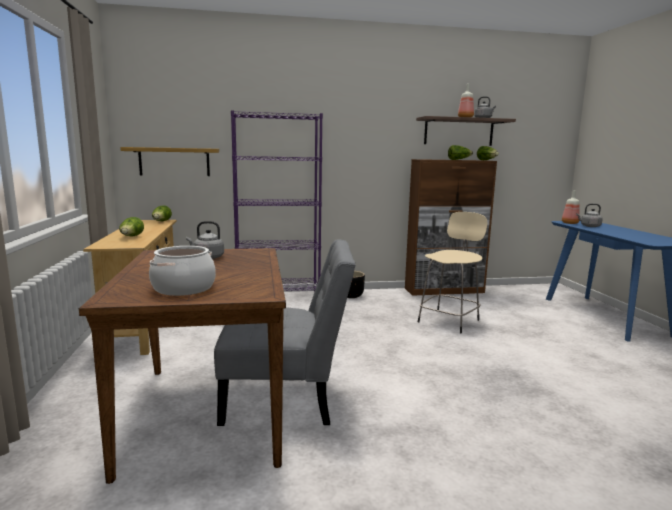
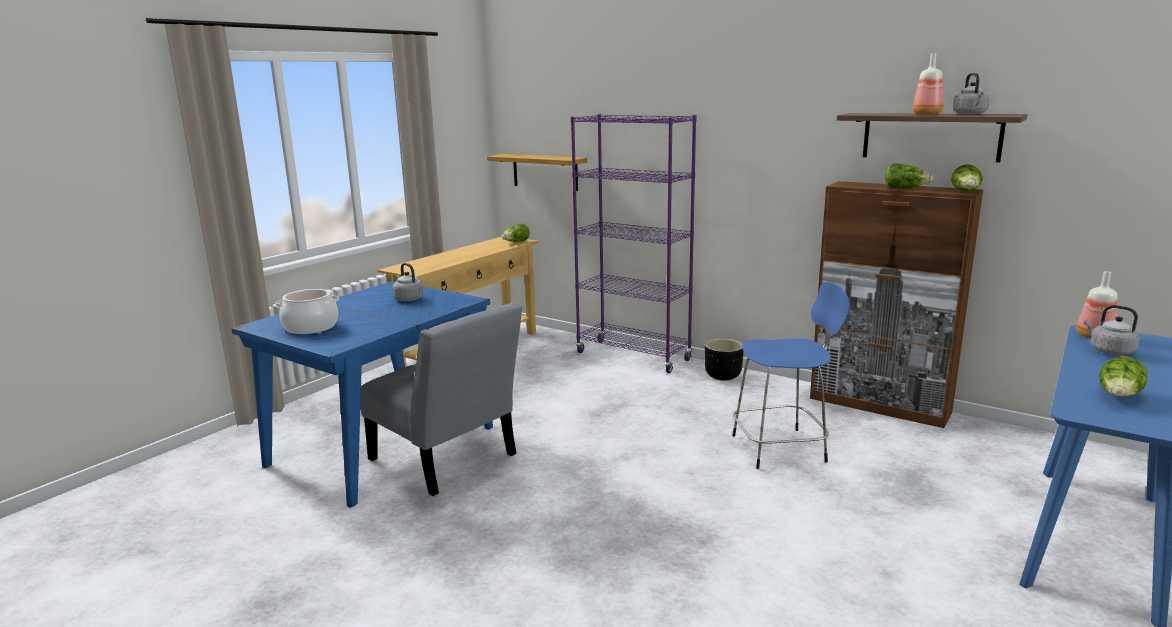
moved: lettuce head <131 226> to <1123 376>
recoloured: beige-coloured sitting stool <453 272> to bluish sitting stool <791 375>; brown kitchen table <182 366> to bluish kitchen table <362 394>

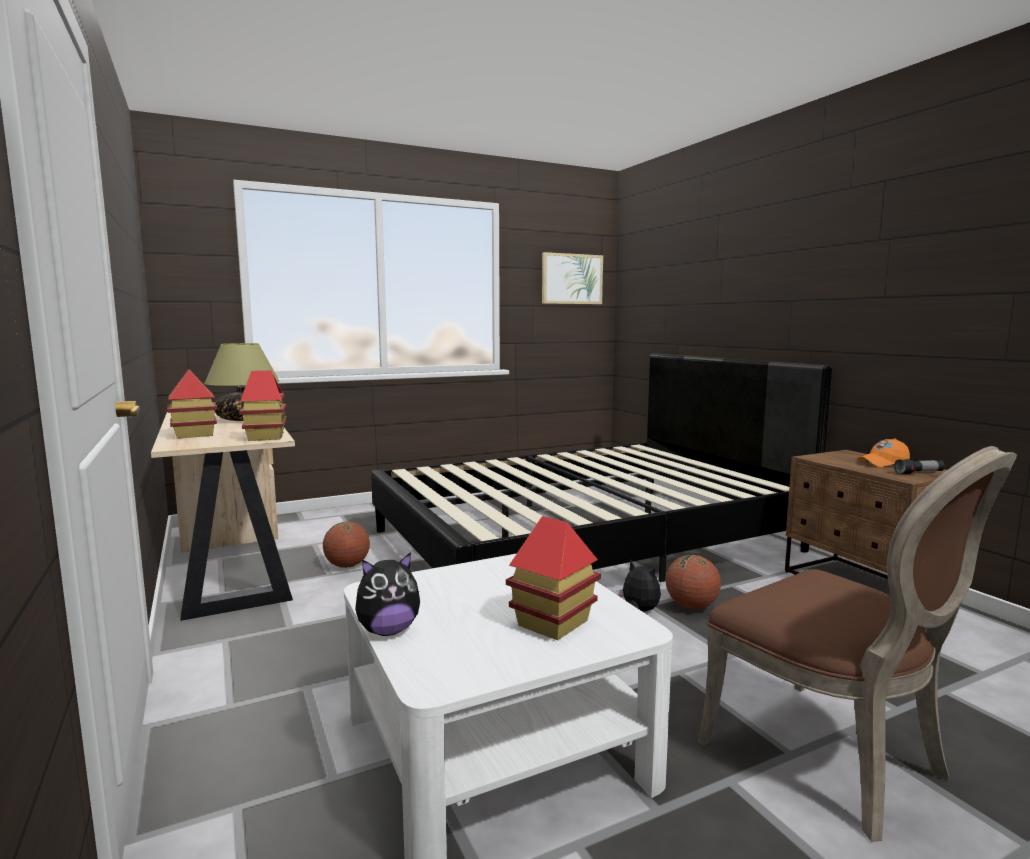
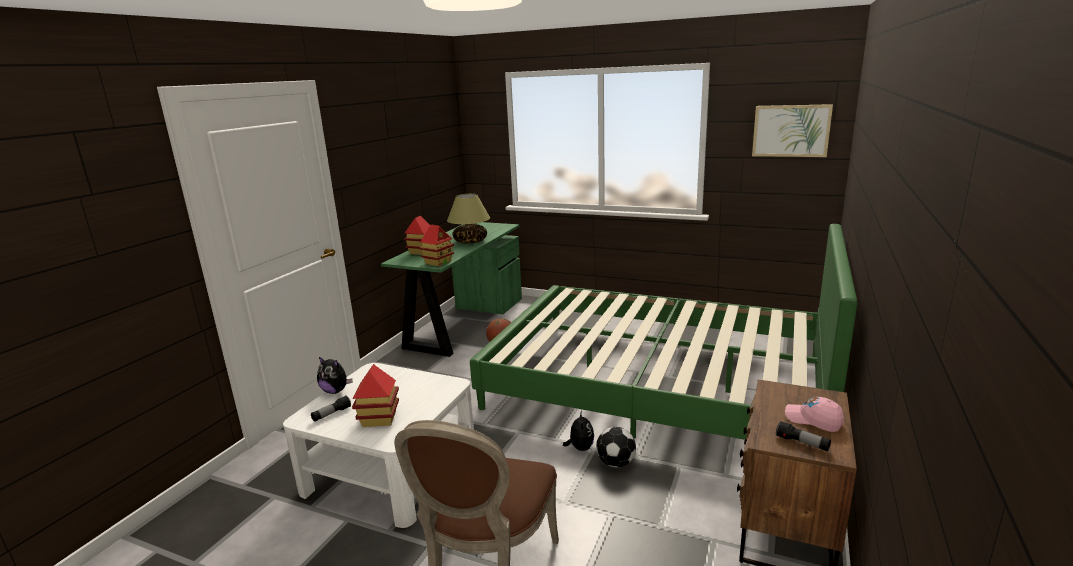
added: hand torch <331 409>
replaced: ball for basketball <693 582> to ball for football <616 447>
recoloured: black bedroom bed <601 467> to green-coloured bedroom bed <663 332>; beige-coloured desk unit <223 516> to green-coloured desk unit <451 289>; orange cap <883 452> to pink-coloured cap <814 414>

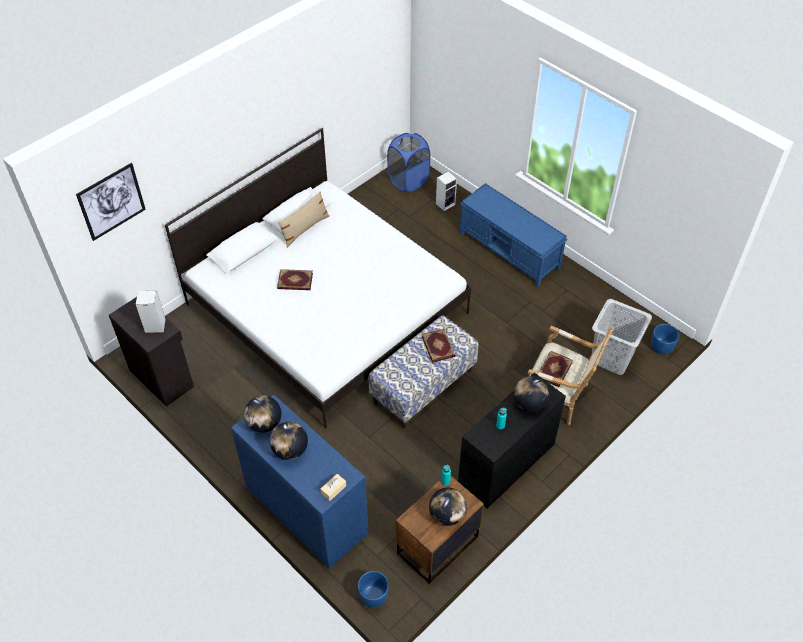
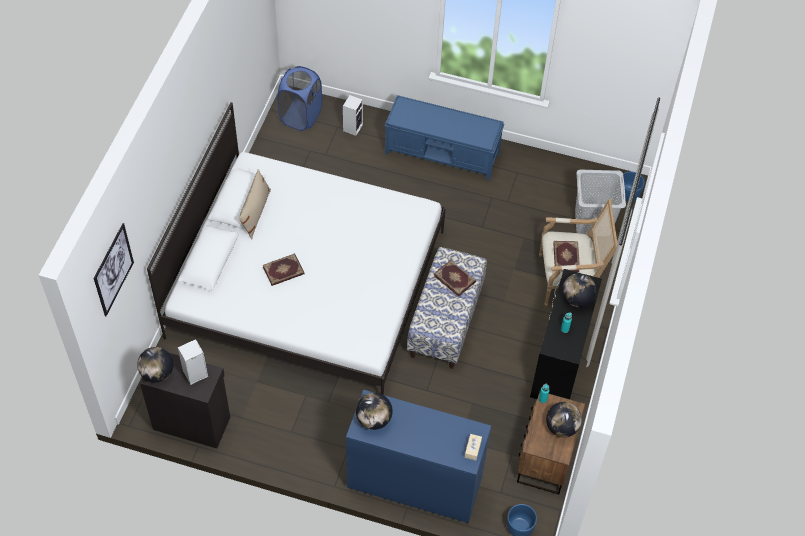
moved: globe <289 441> to <155 365>

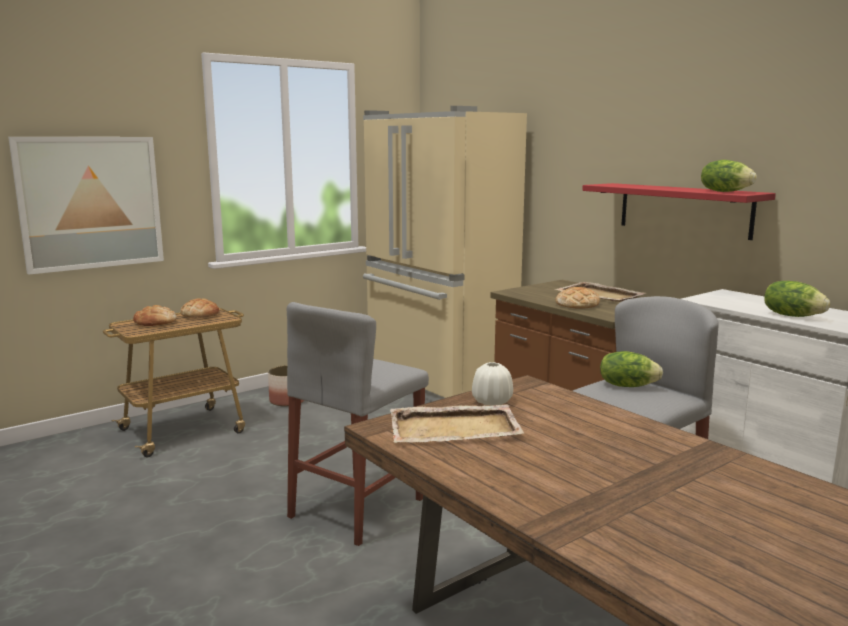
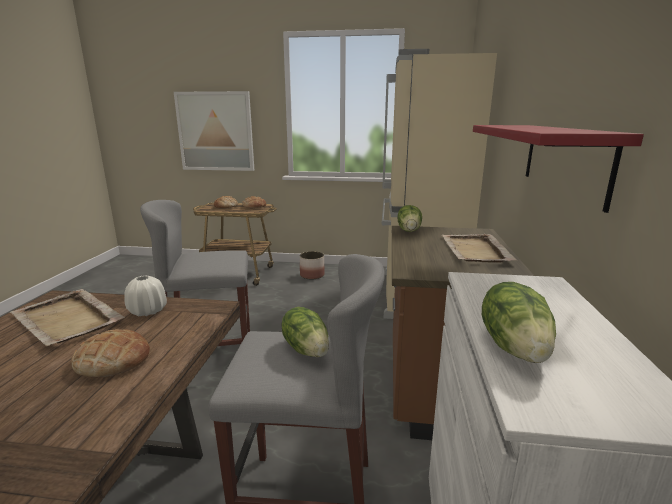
moved: lettuce head <729 176> to <409 218>; bread <578 298> to <110 353>

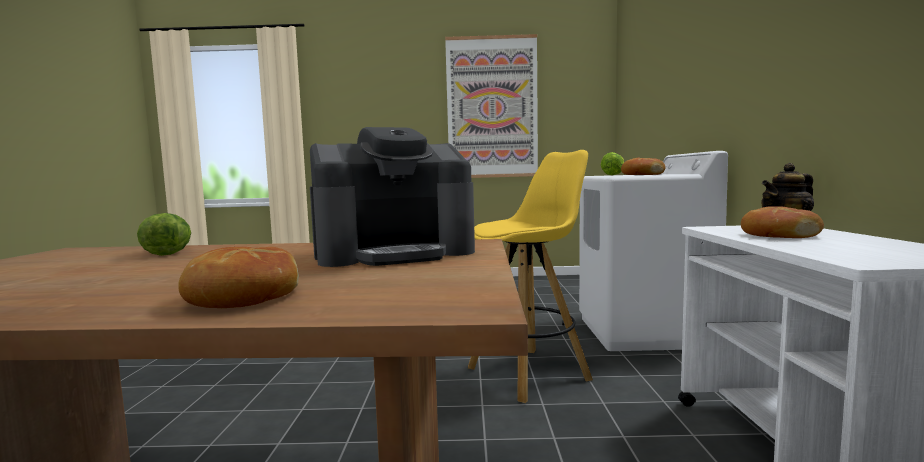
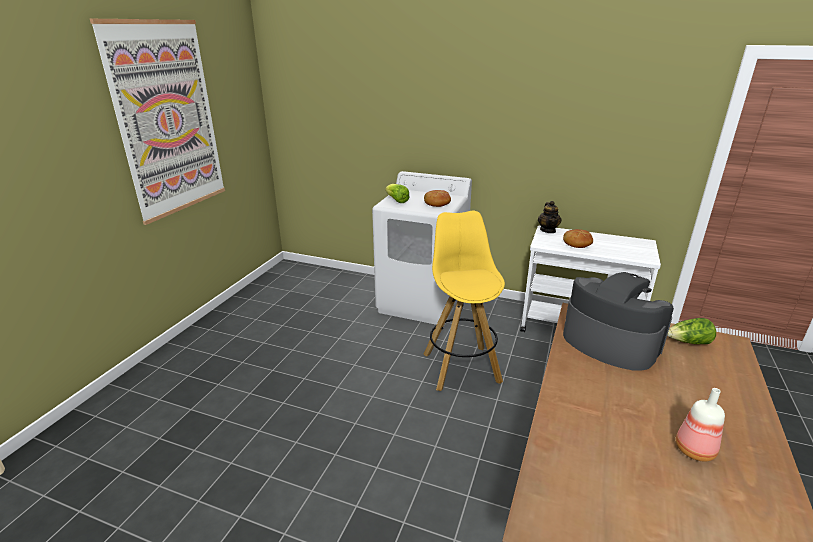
removed: bread <238 277>
added: bottle <700 425>
moved: lettuce head <164 234> to <691 331>
turned: coffee machine <392 197> = <618 321> 45 degrees counterclockwise

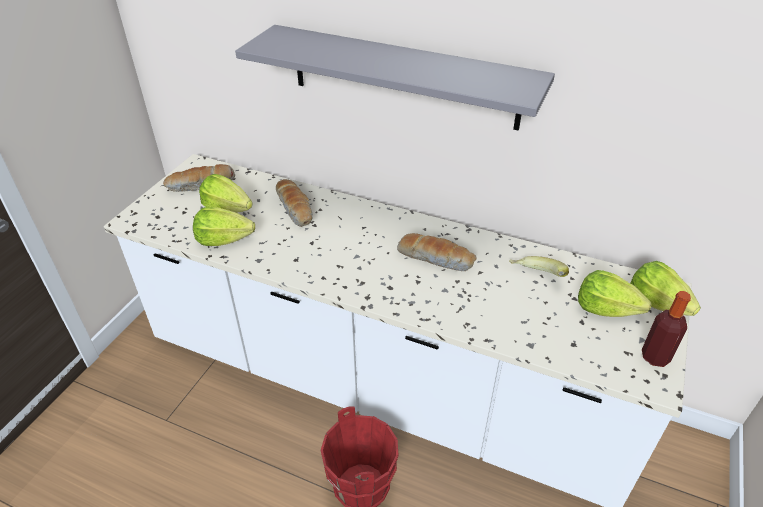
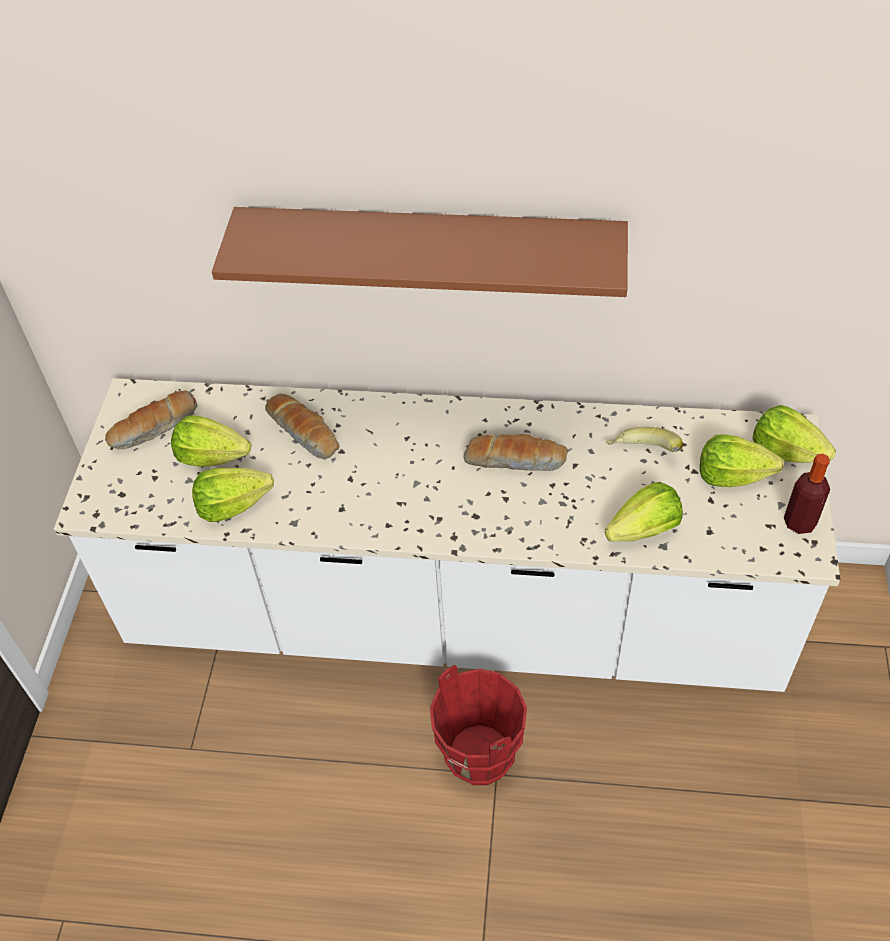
added: lettuce head <644 512>
recoloured: grey wall shelf <395 78> to brown wall shelf <420 252>

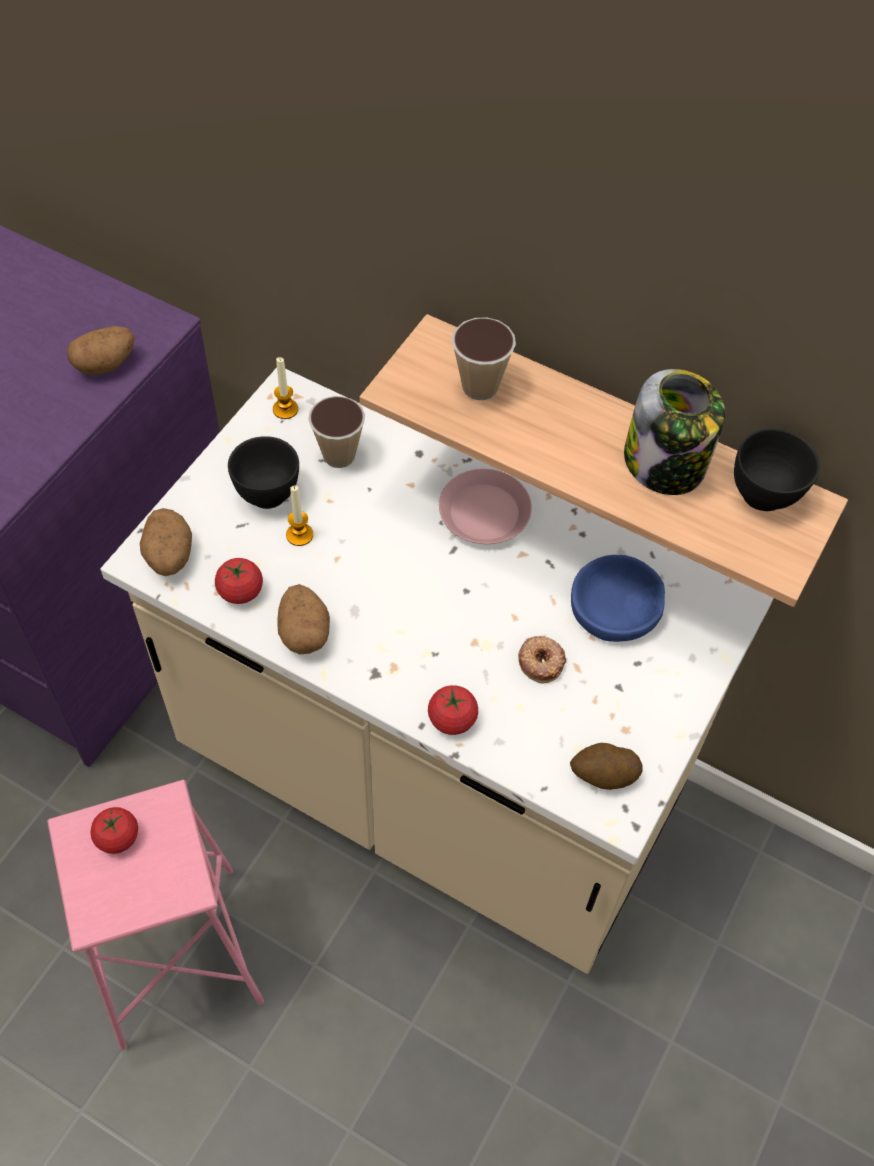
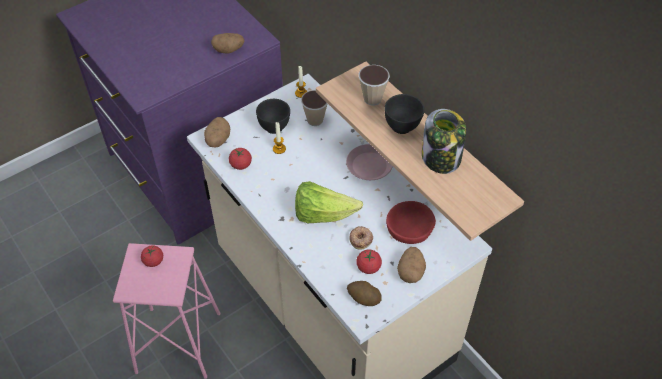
added: lettuce head <329 202>
moved: black bowl <777 469> to <405 114>; spud <303 619> to <411 265>; tomato <453 710> to <369 261>
recoloured: bluish bowl <618 598> to red bowl <411 222>

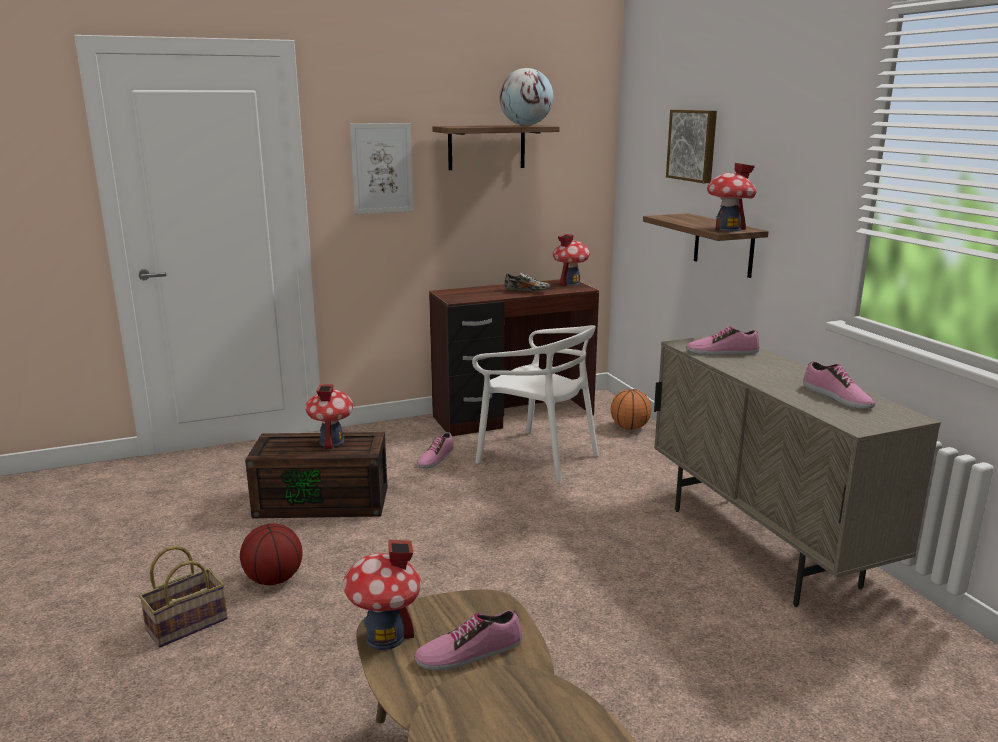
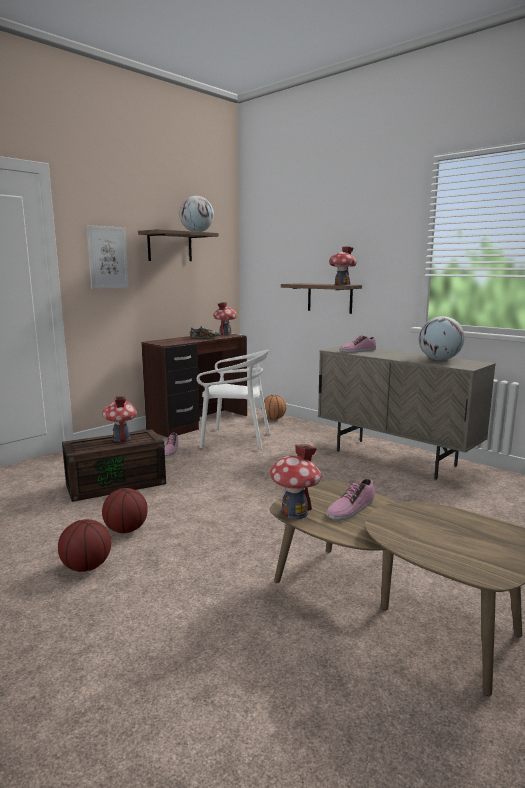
removed: wall art <691 146>
replaced: low shoe <839 385> to globe <442 338>; basket <183 597> to ball for basketball <84 545>

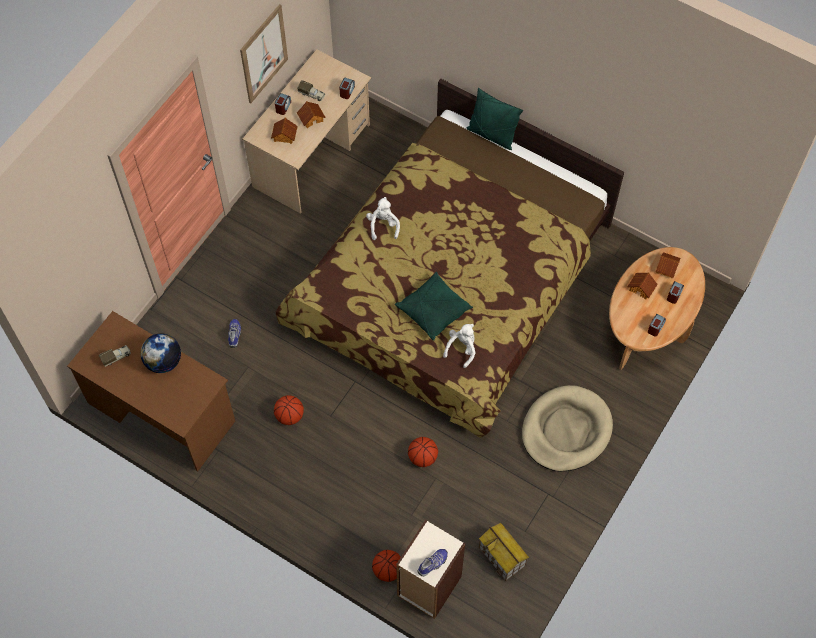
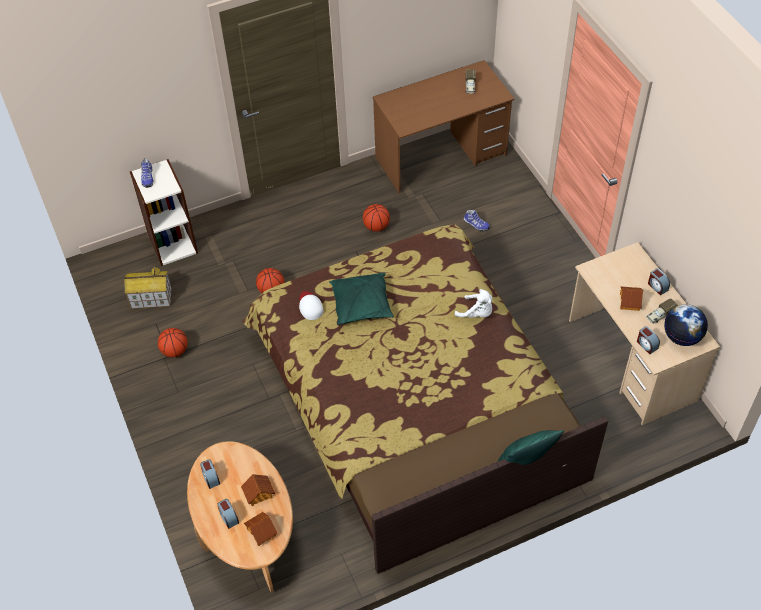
removed: wall art <264 54>; miniature house <284 131>; beige-coloured pet bed <567 428>
moved: globe <161 353> to <686 325>; ball for basketball <386 566> to <173 343>
replaced: white cuddly toy <459 346> to white cap <311 305>

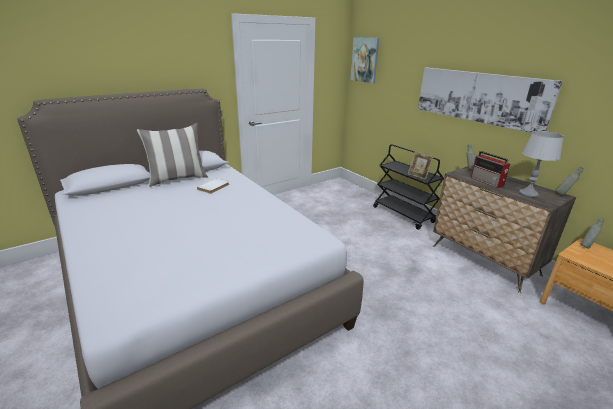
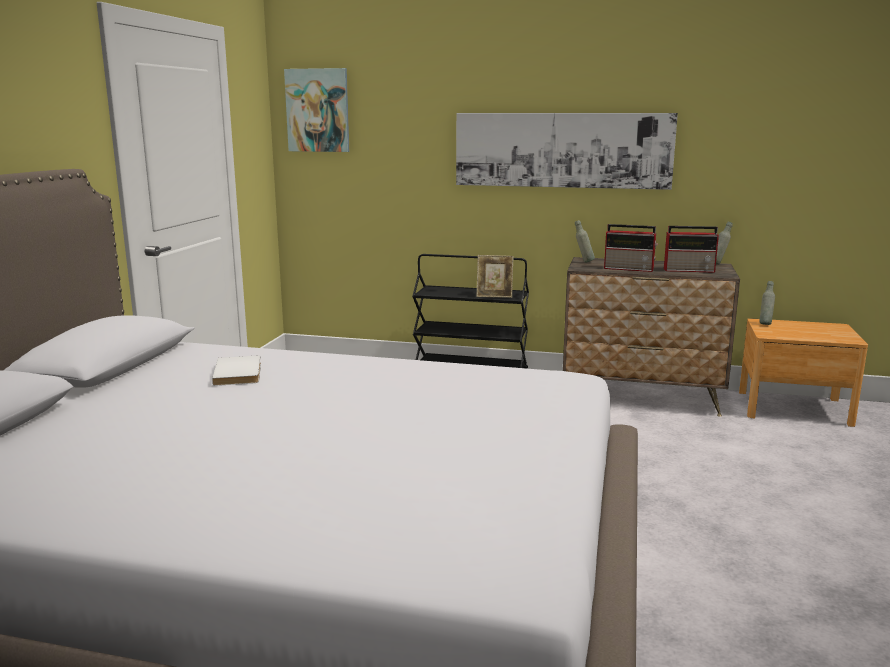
removed: cushion <172 155>
replaced: grey table lamp <541 164> to radio <691 249>

